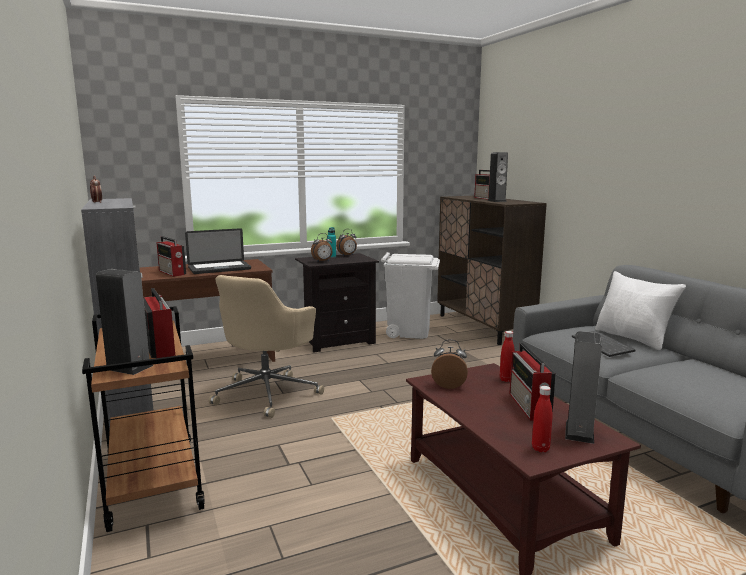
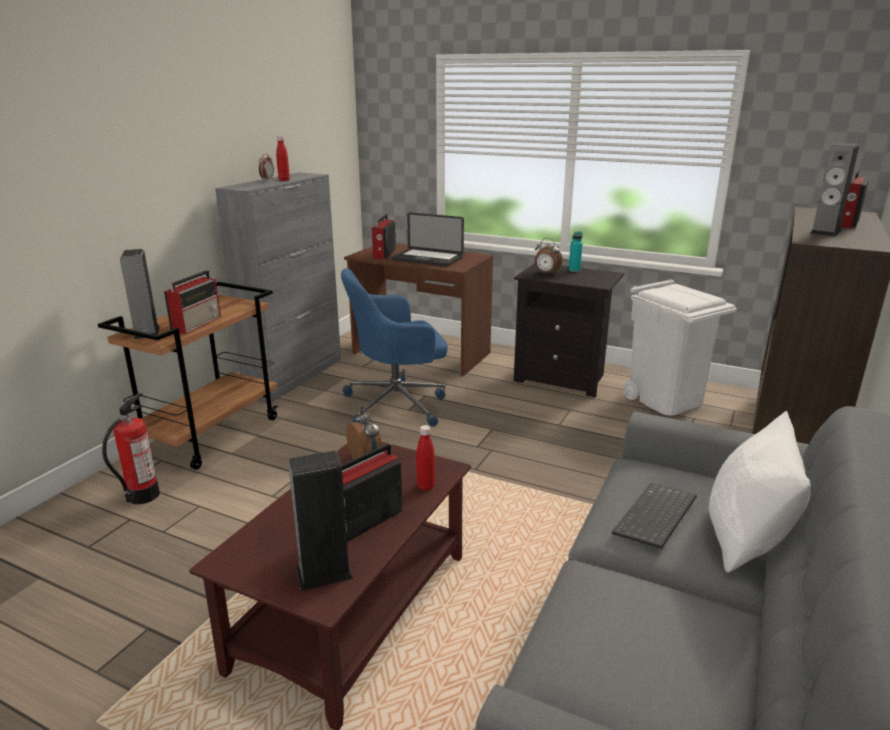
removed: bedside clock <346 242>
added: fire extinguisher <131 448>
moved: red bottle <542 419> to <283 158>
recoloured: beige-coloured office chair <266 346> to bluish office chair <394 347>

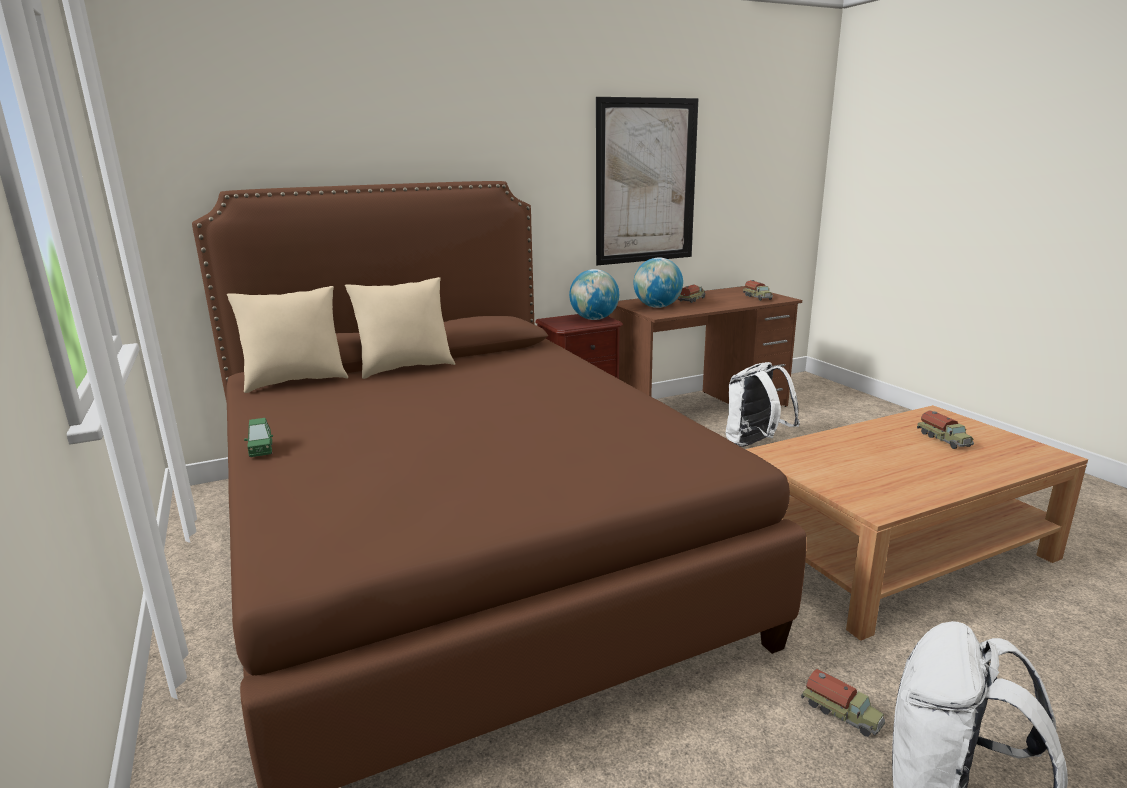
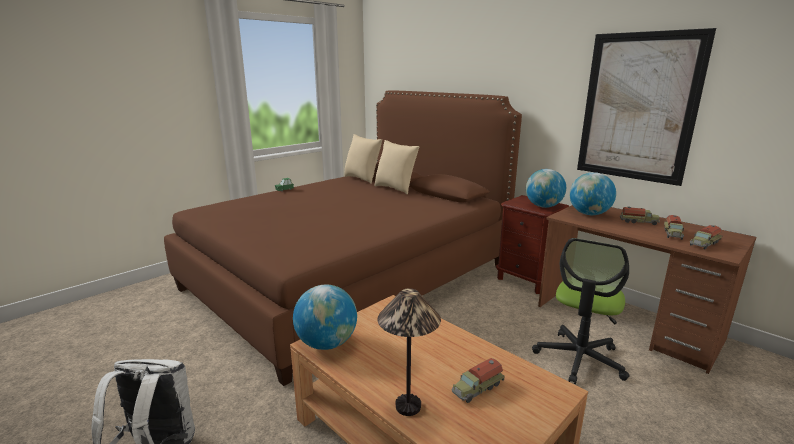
added: globe <325 317>; table lamp <409 352>
moved: toy truck <843 703> to <674 227>
replaced: white rucksack <763 404> to office chair <580 311>

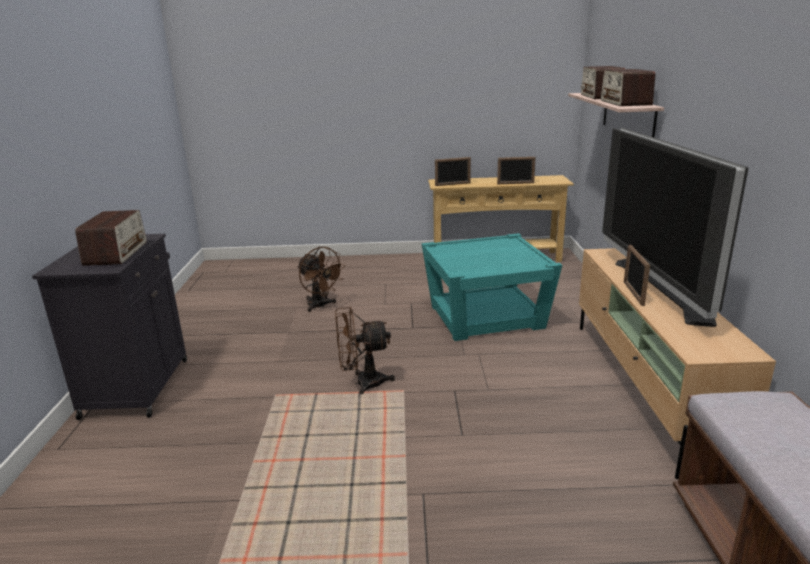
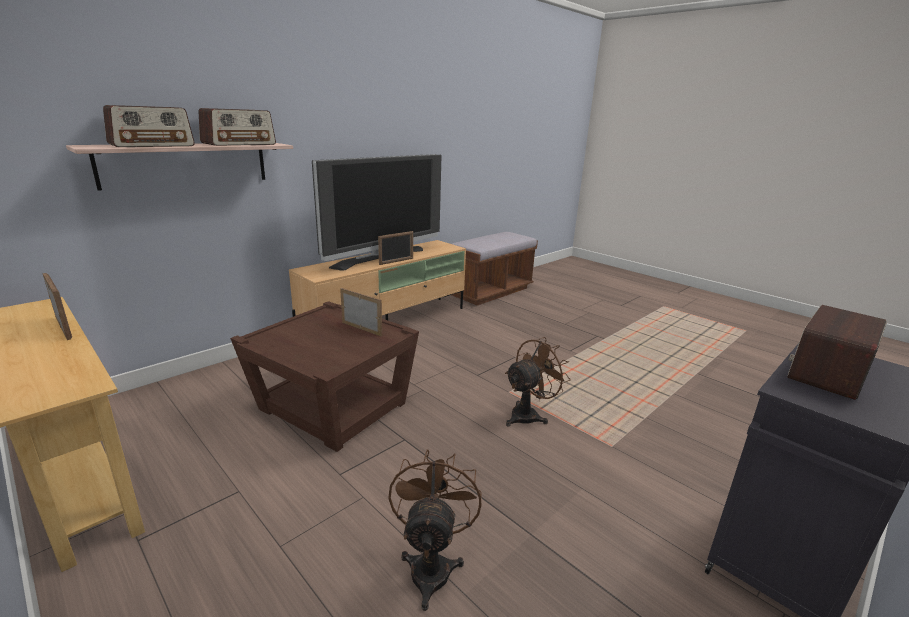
moved: photo frame <453 171> to <361 312>
recoloured: turquoise-coloured accent table <491 287> to brown accent table <324 376>
turned: brown cooling fan <365 351> = <538 382> 75 degrees counterclockwise

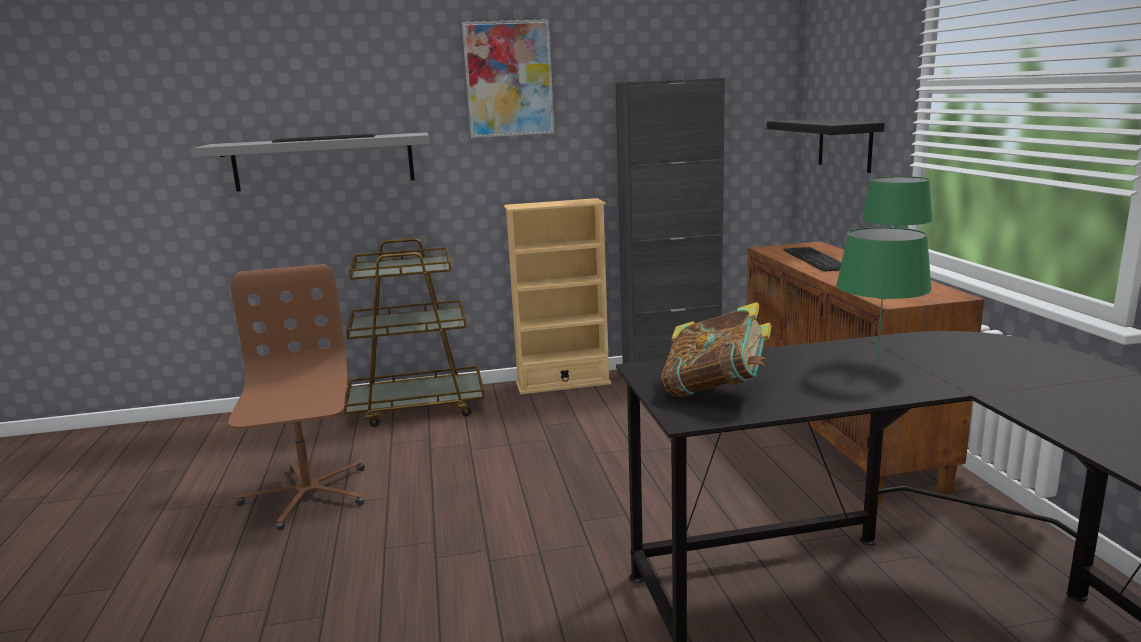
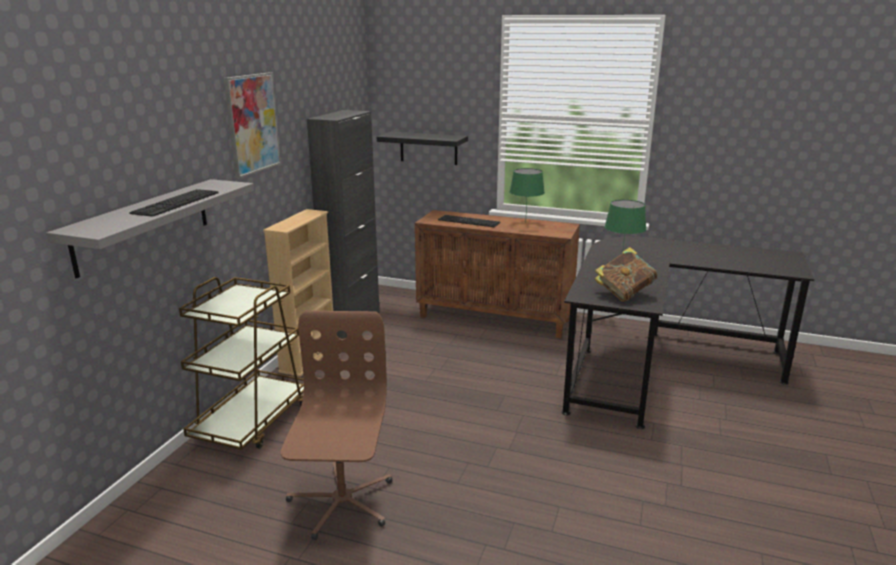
turned: brown office chair <297 397> = <336 425> 75 degrees clockwise

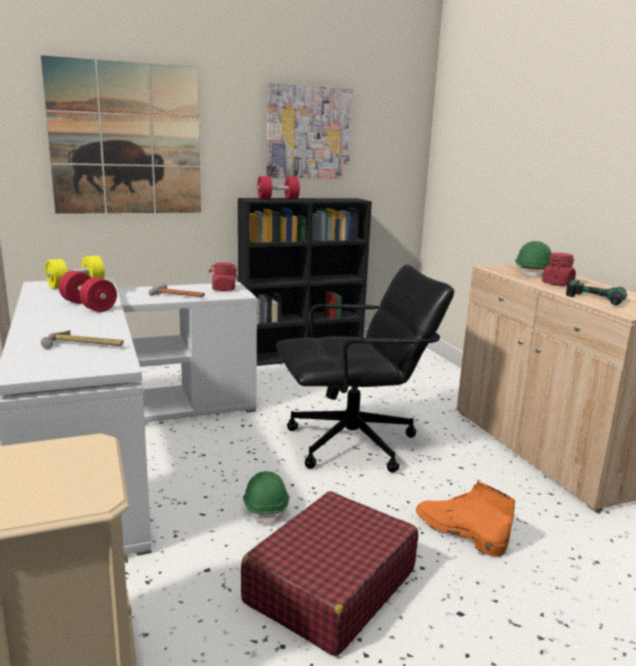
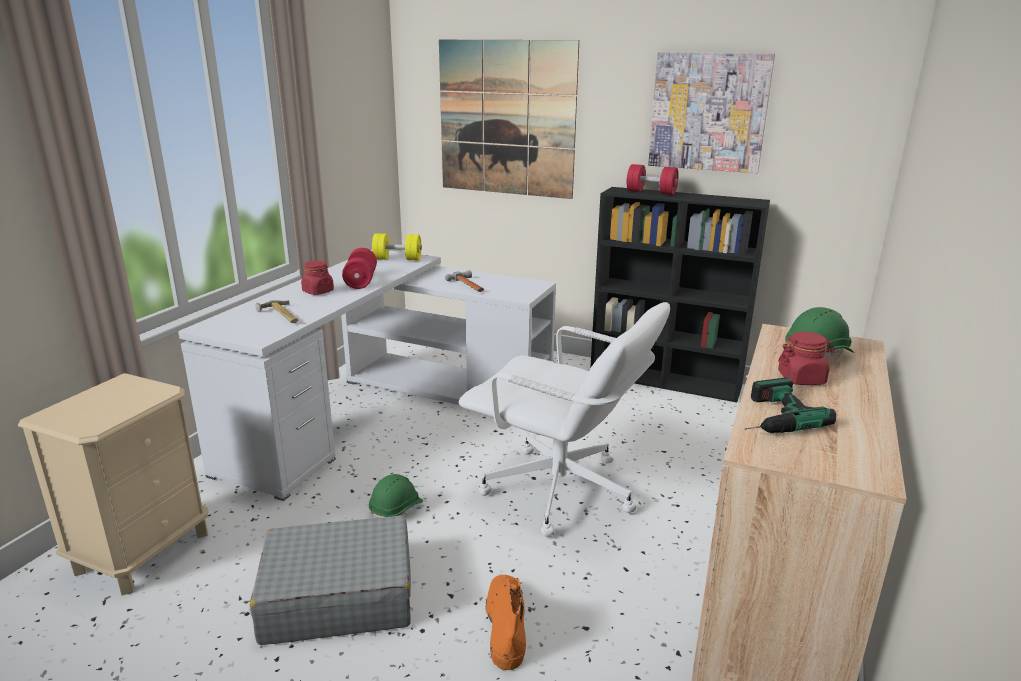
moved: red jar <223 276> to <317 278>
recoloured: black office chair <365 369> to white office chair <564 419>; red suitcase <329 573> to grey suitcase <330 580>

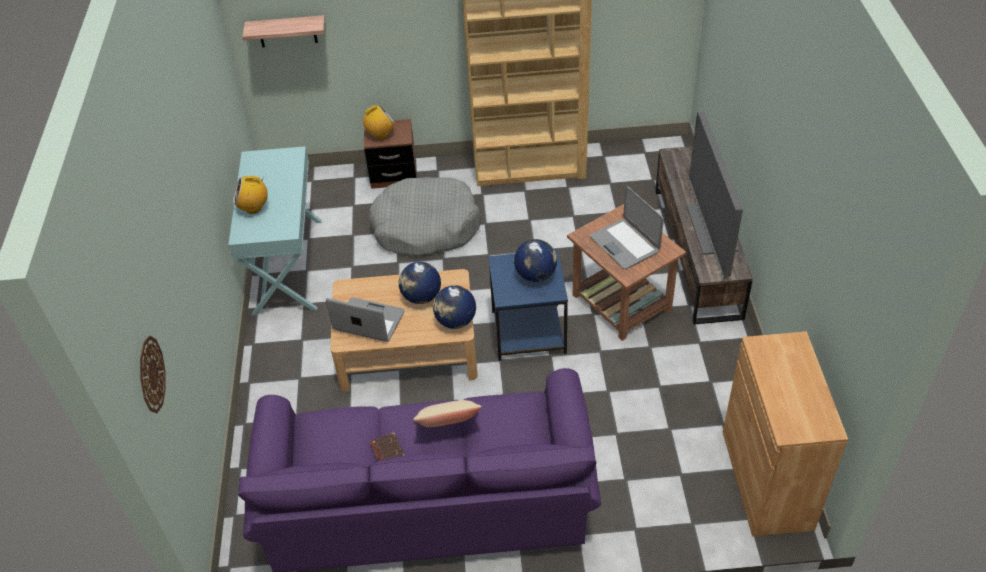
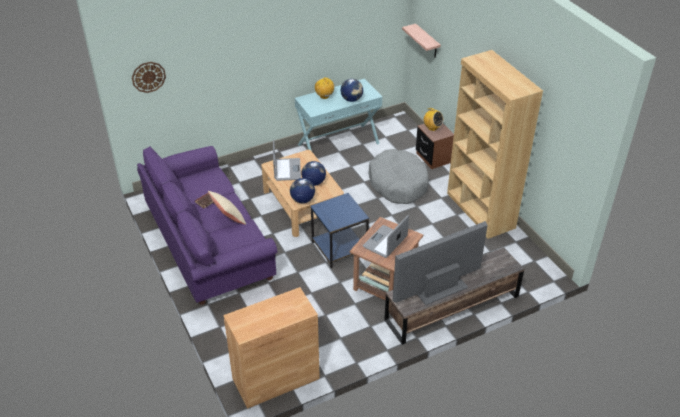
moved: globe <535 260> to <352 90>

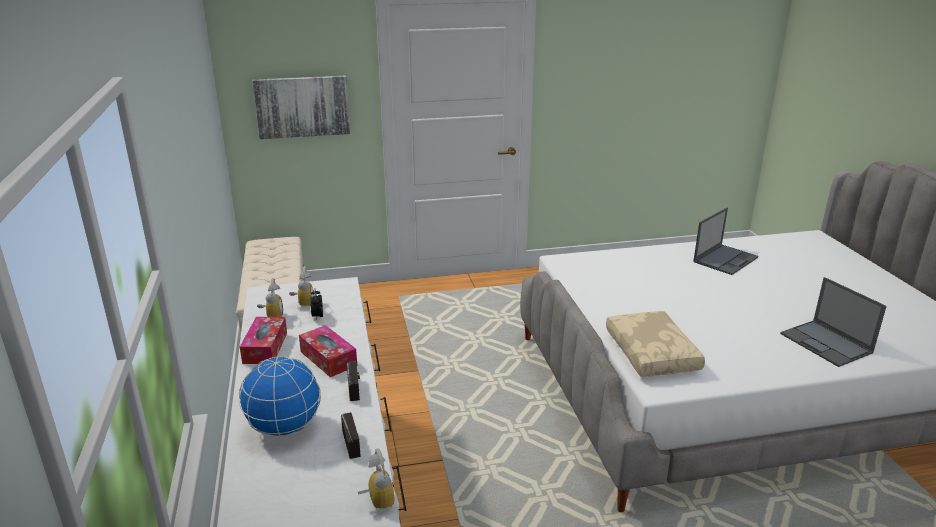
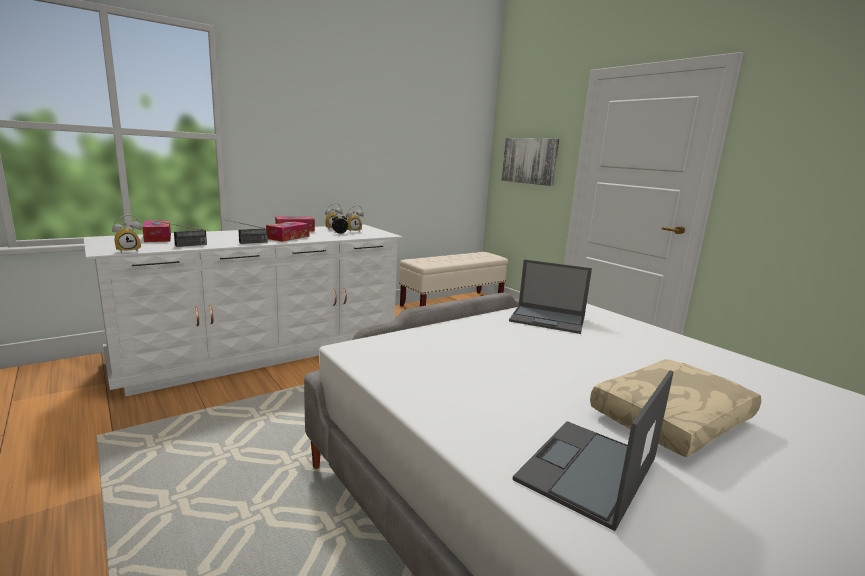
removed: globe <280 396>
added: tissue box <156 231>
moved: laptop <725 241> to <550 296>; beige-coloured cushion <655 344> to <675 408>

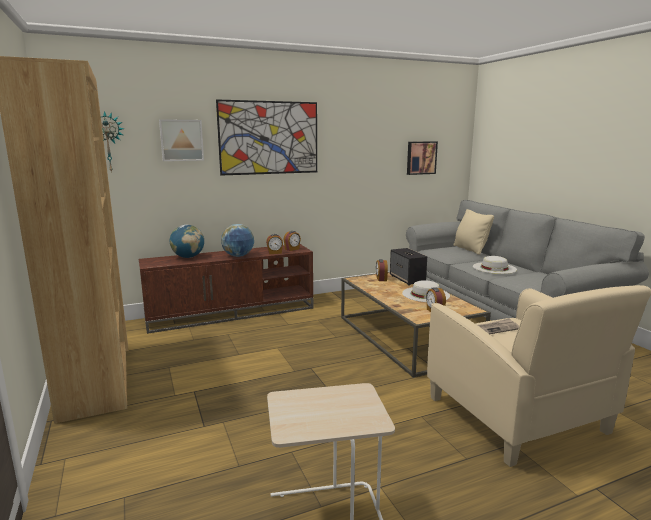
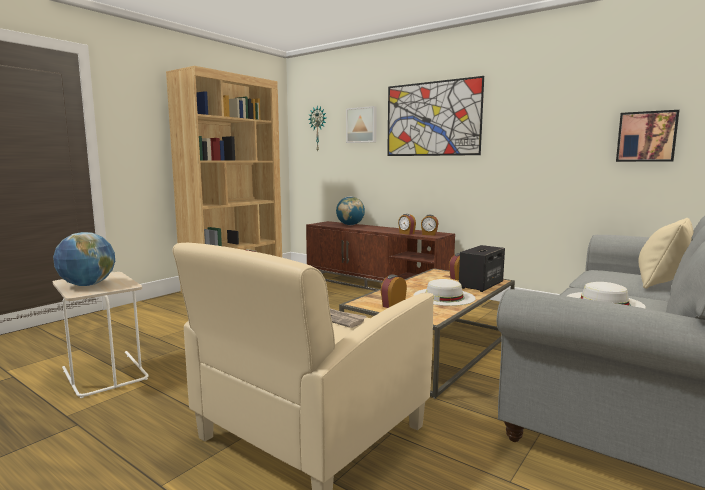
moved: globe <237 240> to <84 259>

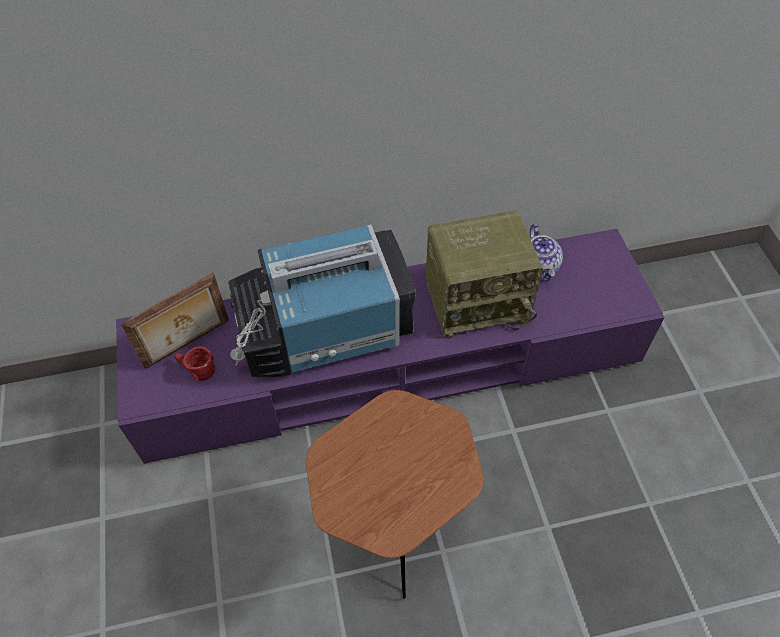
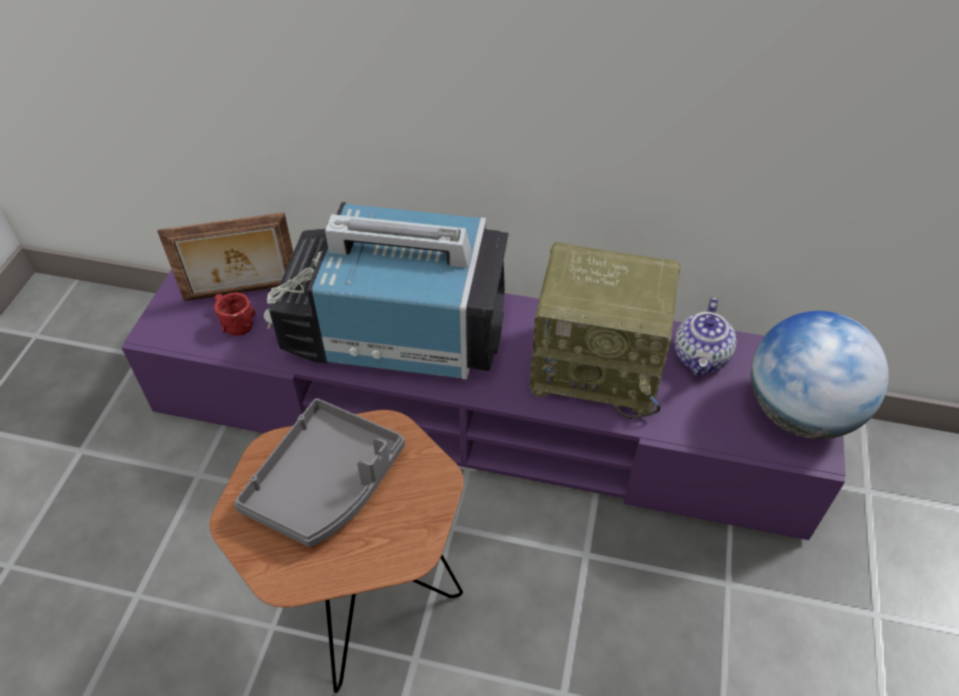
added: globe <820 375>; grey carrying tray <319 472>

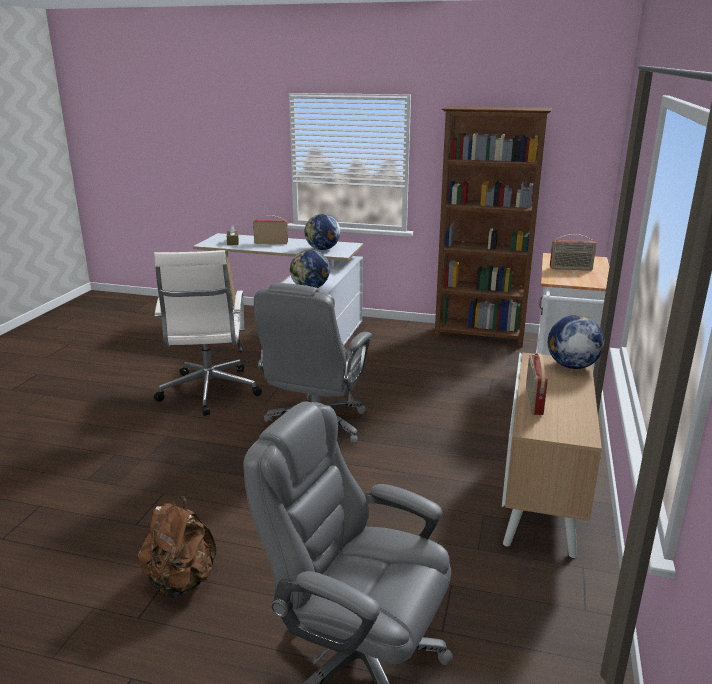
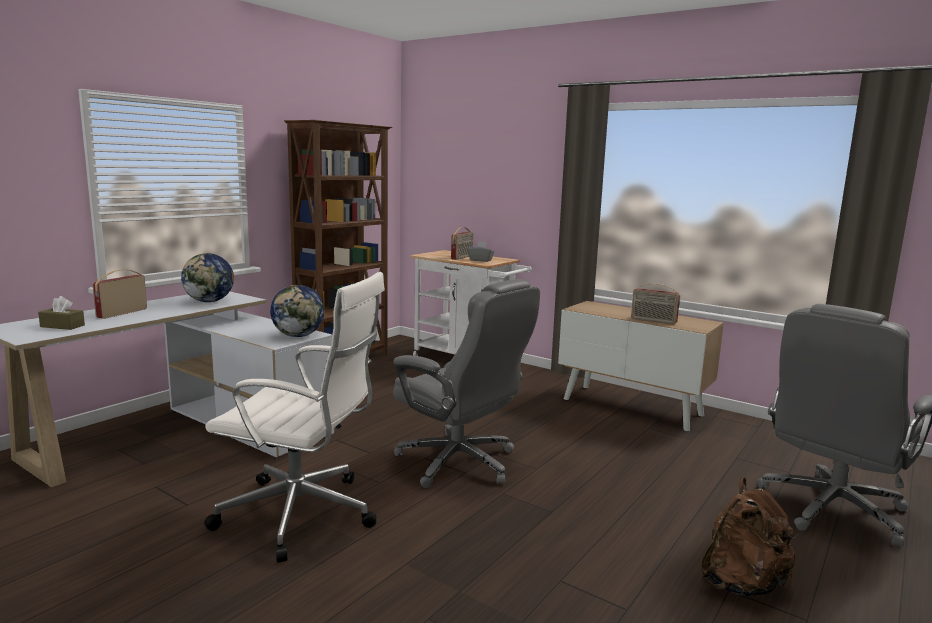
removed: globe <576 342>
added: grey tissue box <481 252>

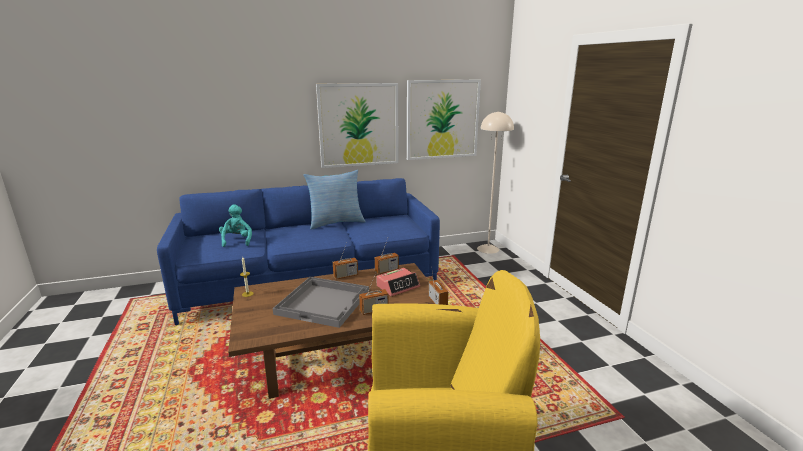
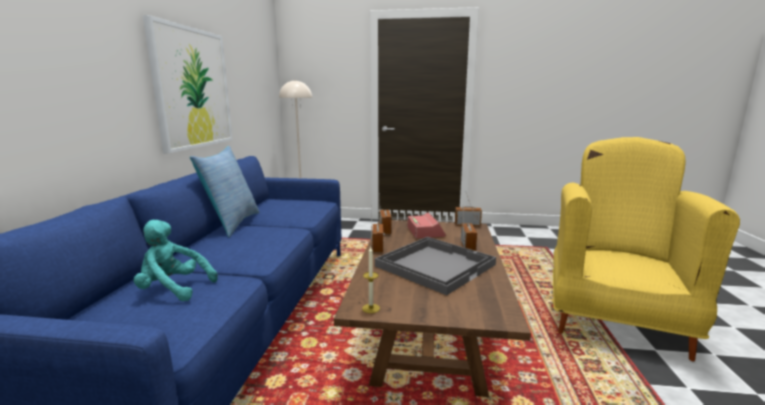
removed: wall art <444 120>

